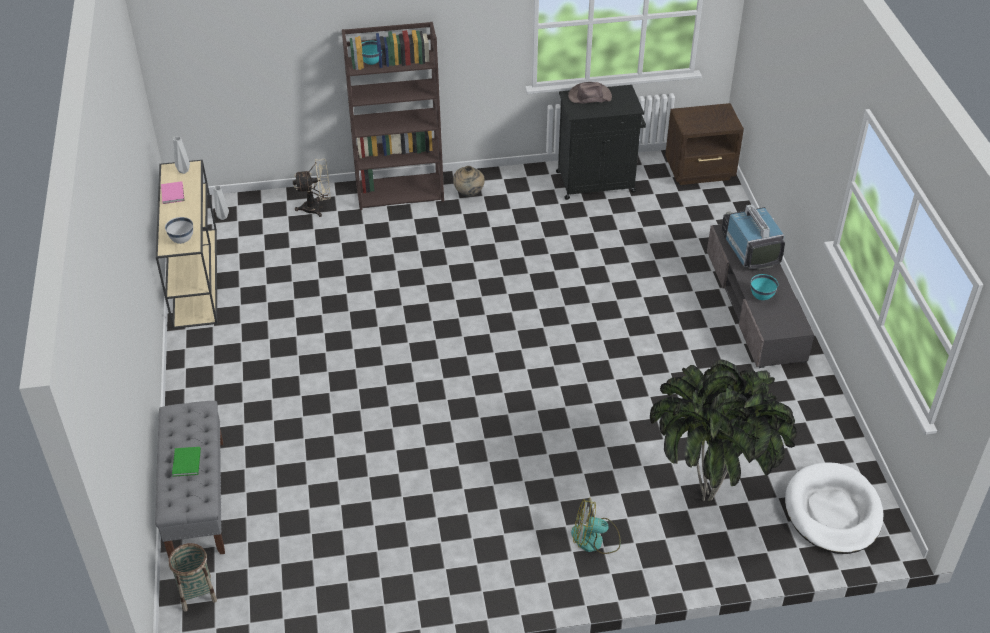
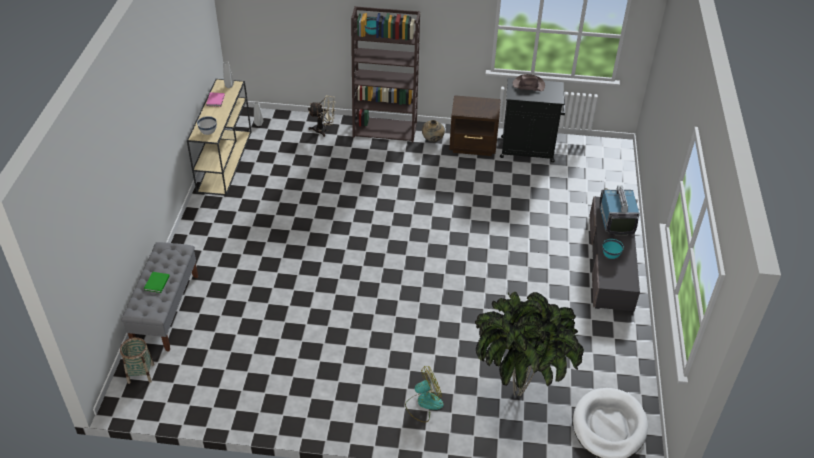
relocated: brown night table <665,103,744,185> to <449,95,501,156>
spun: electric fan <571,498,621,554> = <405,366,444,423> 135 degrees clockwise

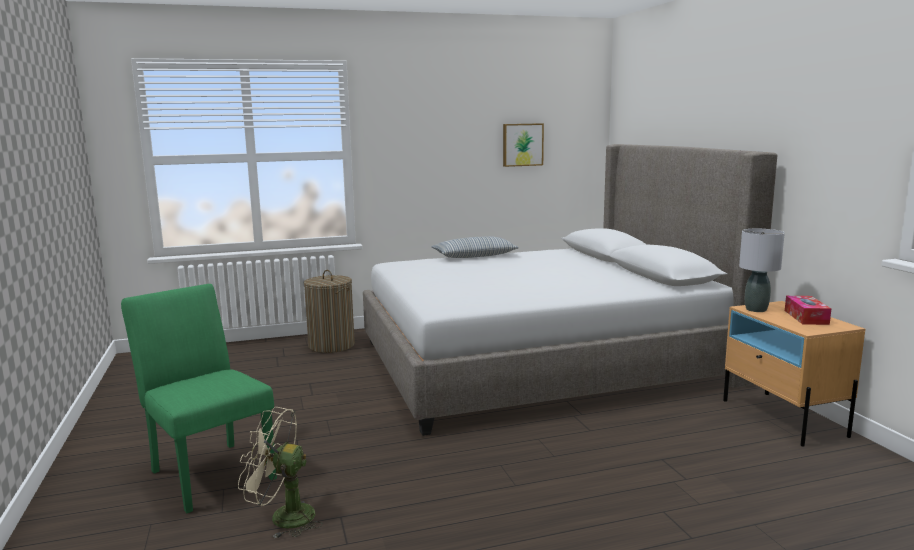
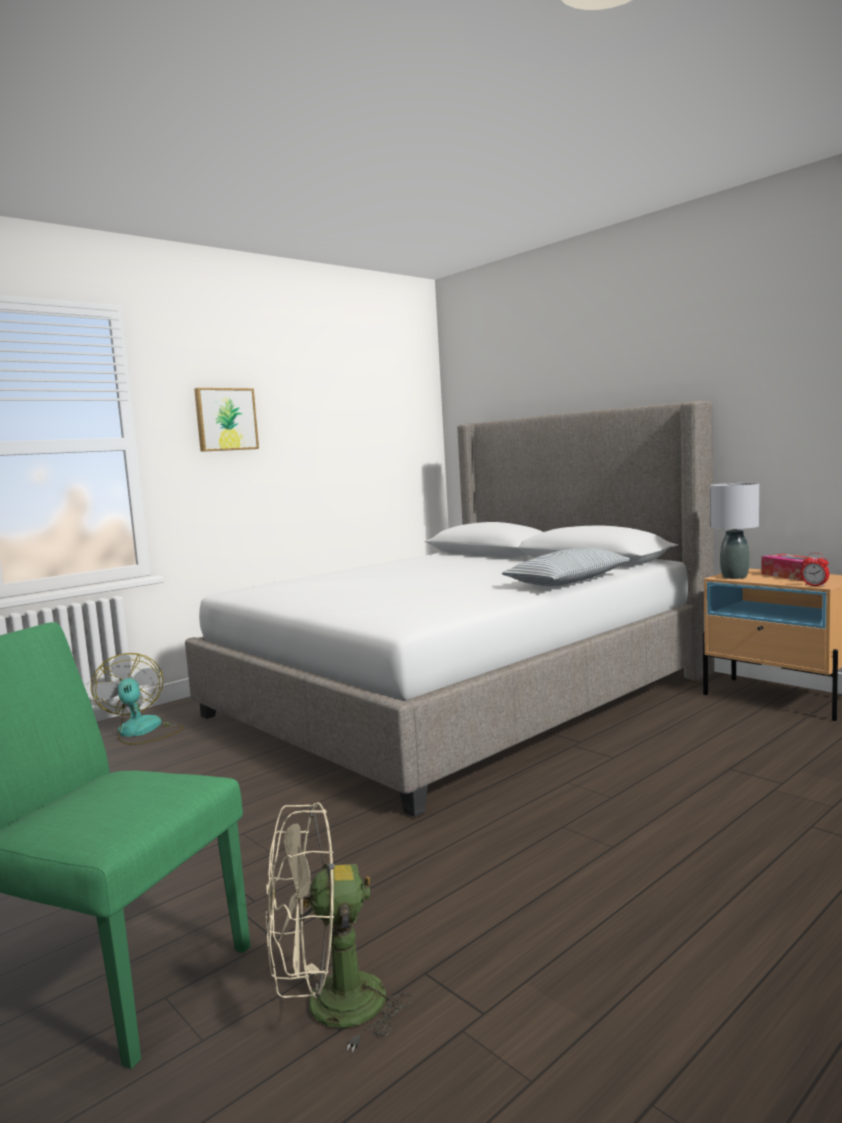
appeared: bedside clock <801,553,829,587>
relocated: wall picture <503,123,544,167> to <194,388,259,452>; pillow <432,236,519,258> to <502,547,631,586>
exchanged: hamper <304,270,355,353> to electric fan <91,653,184,745>

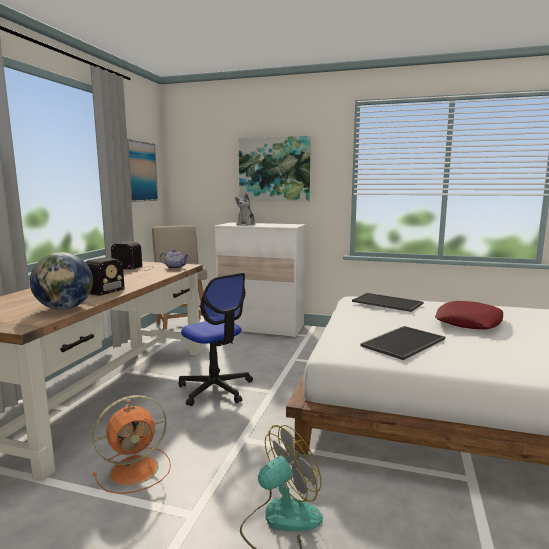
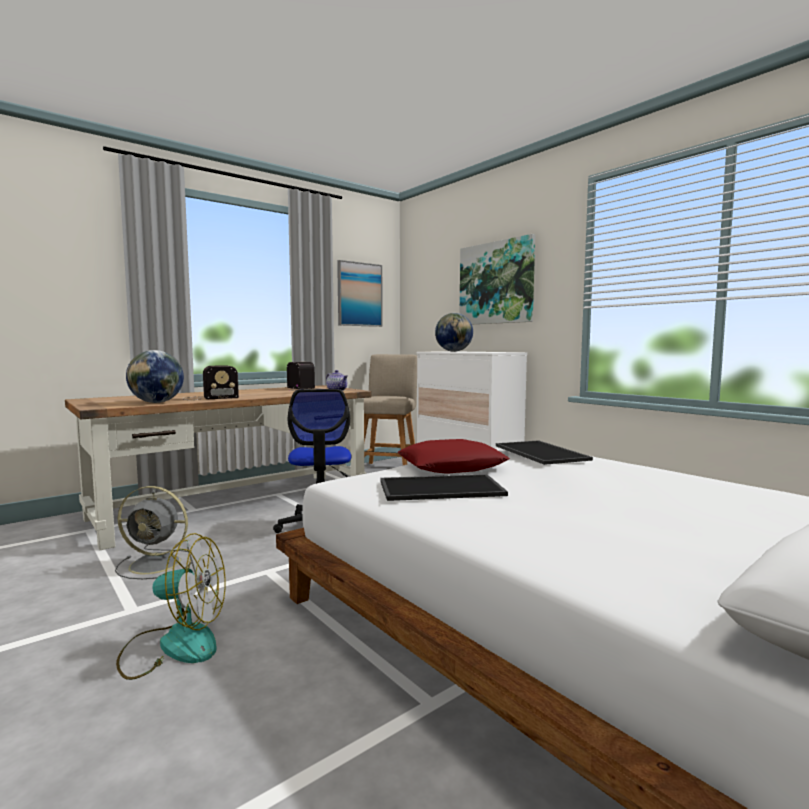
relocated: red pillow <435,301,503,329> to <397,439,510,473>
exchanged: plush toy <235,193,256,225> to desk globe <435,313,473,352>
colour: orangey electric fan <92,395,171,494> to greyish electric fan <115,486,192,579>

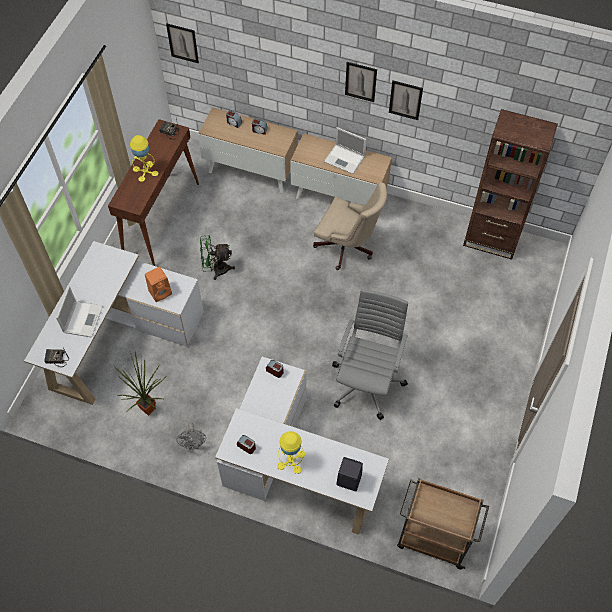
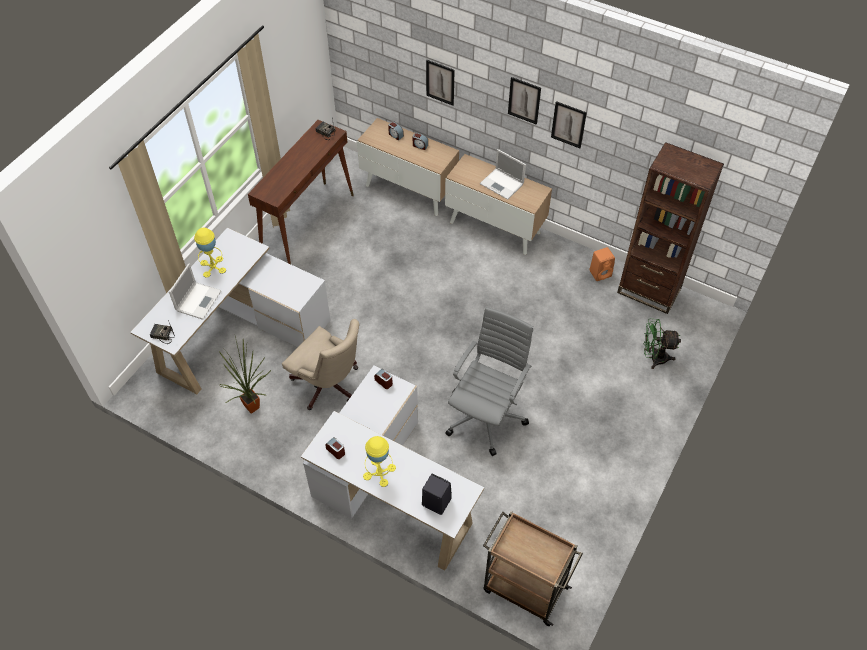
missing: greyish electric fan <177,422,206,450>
relocated: wall picture <166,24,199,63> to <426,60,455,106>; yellow tabletop lamp <130,135,158,182> to <194,228,226,278>; beige-coloured desk chair <313,182,387,270> to <282,319,360,410>; green electric fan <200,235,235,280> to <644,319,681,369>; orangey audio speaker <145,267,172,302> to <589,247,615,281>

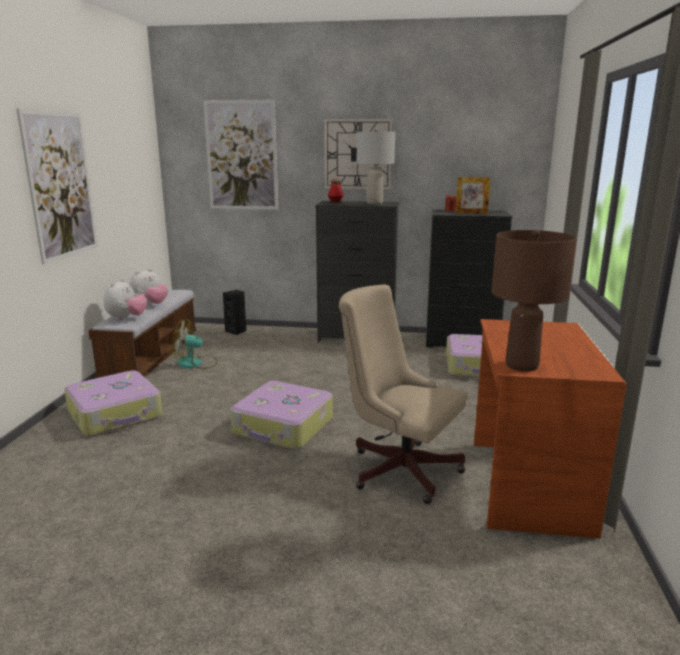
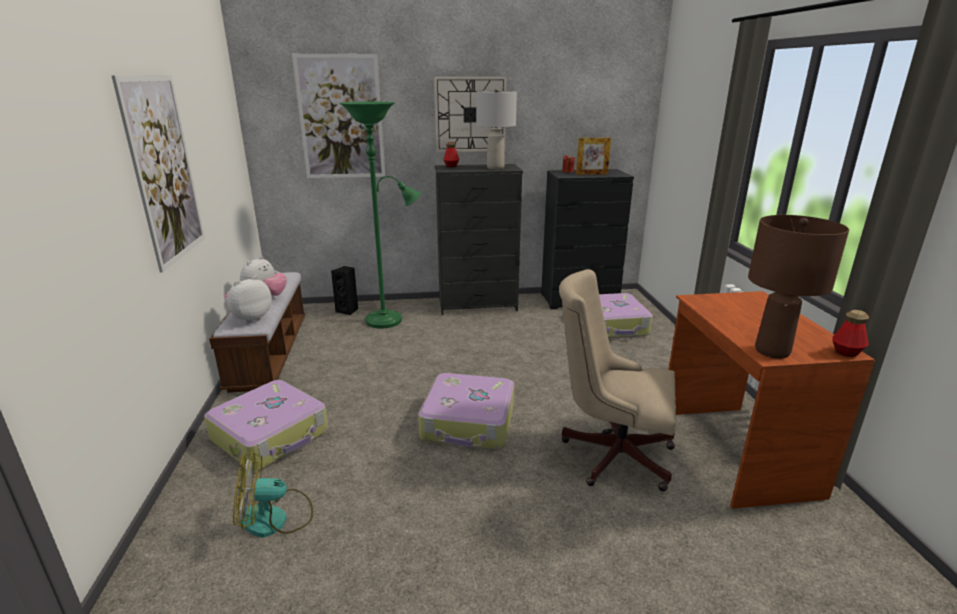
appeared: green standing lamp <340,102,421,329>; drink bottle <832,310,869,357>
relocated: electric fan <172,319,217,369> to <233,451,313,537>
spun: plush toy <104,279,147,320> = <224,276,272,324> 135 degrees counterclockwise

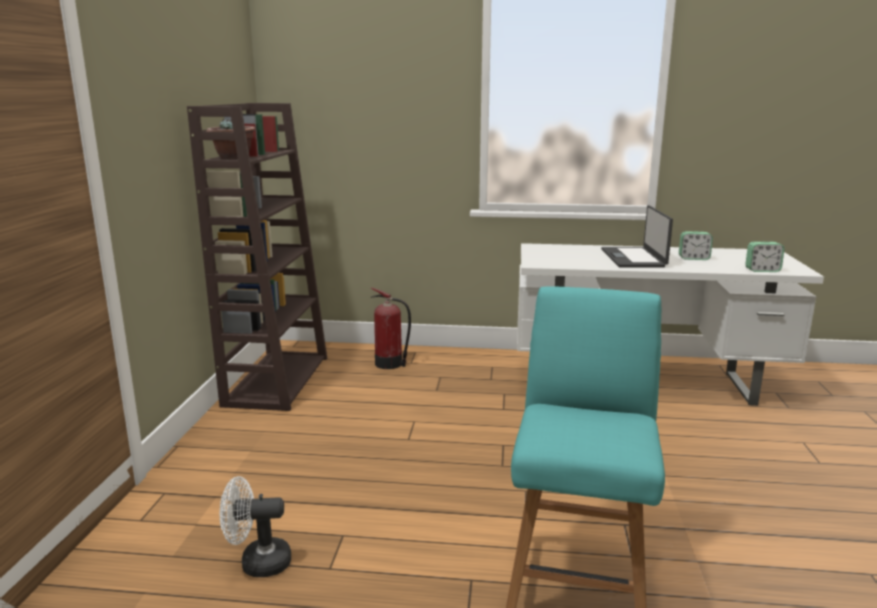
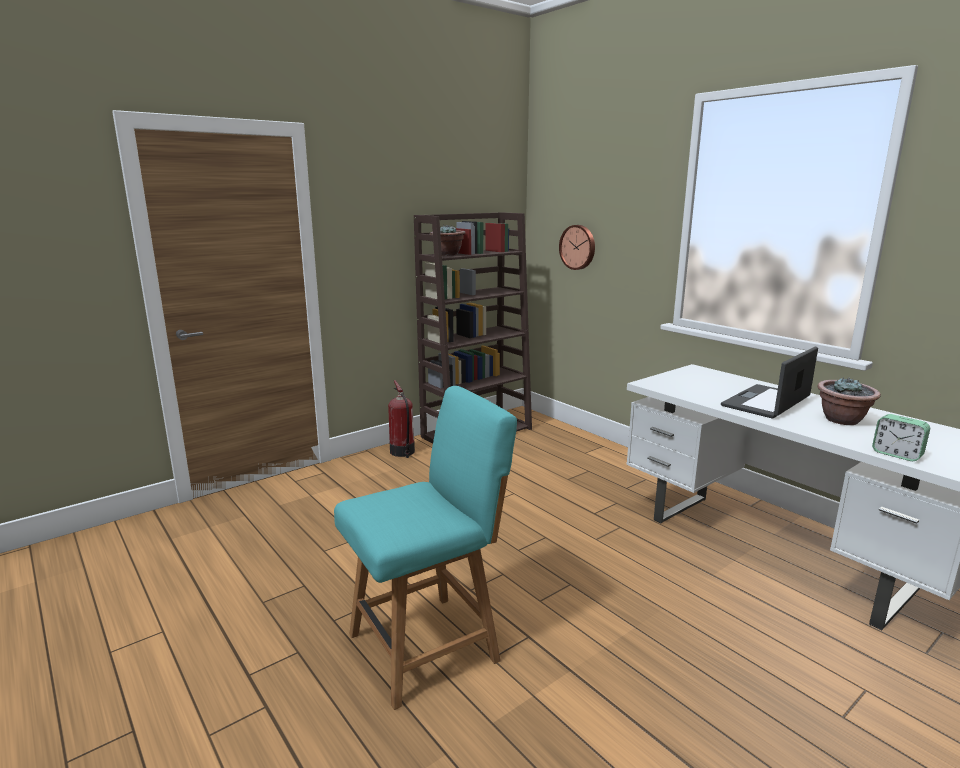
missing: whitish electric fan <220,476,291,577>
appeared: clock on the wall <559,225,595,270>
relocated: fire extinguisher <370,287,411,369> to <388,380,415,458>
exchanged: bedside clock <679,231,713,260> to plant in a pot <817,377,881,425>

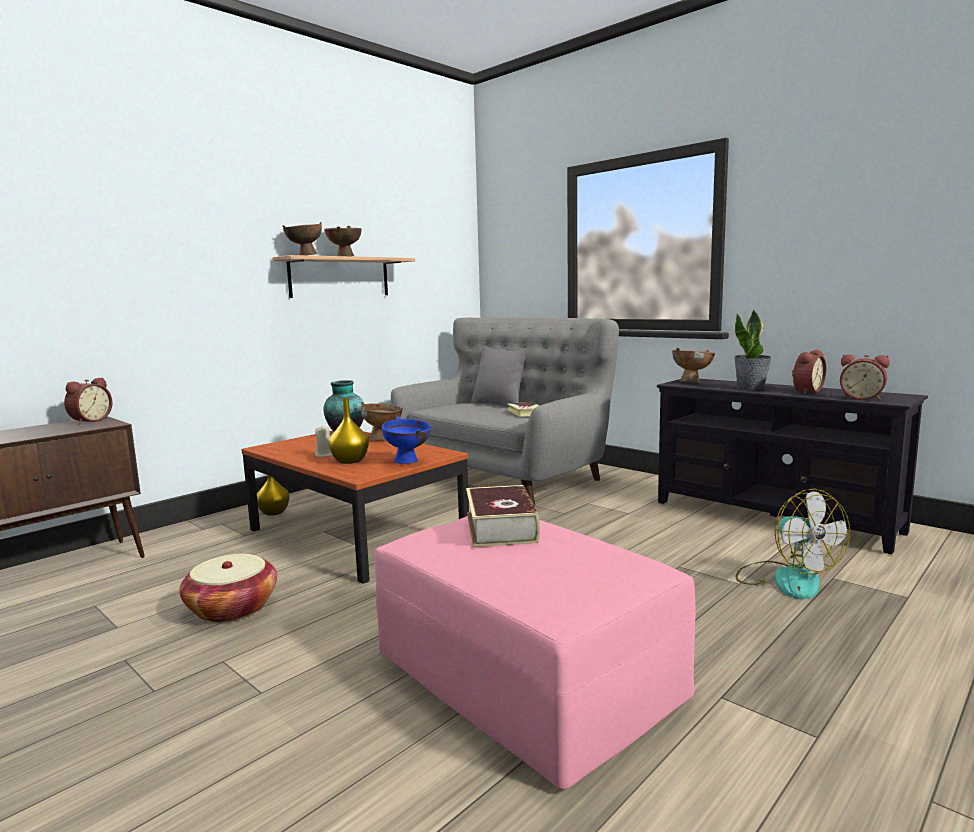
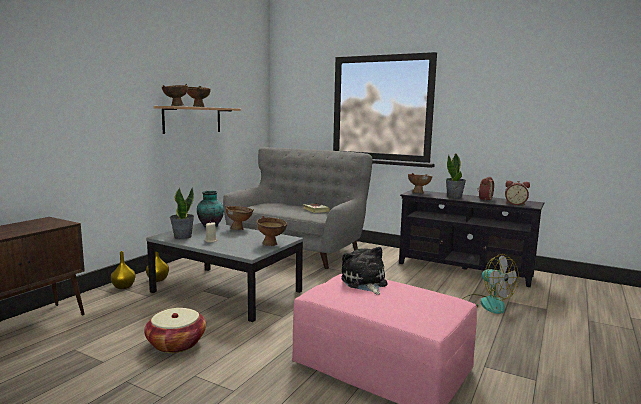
missing: greyish pillow <471,346,527,407>; bedside clock <64,377,112,424>
appeared: plant in a pot <170,187,194,239>
relocated: yellow flower vase <329,398,369,464> to <111,251,135,289>
exchanged: book <466,485,540,547> to plush toy <341,247,387,295>
colour: blue-coloured serving bowl <382,416,431,464> to brown serving bowl <256,216,287,246>; brown lounge table <241,431,469,584> to greyish lounge table <146,223,303,322>

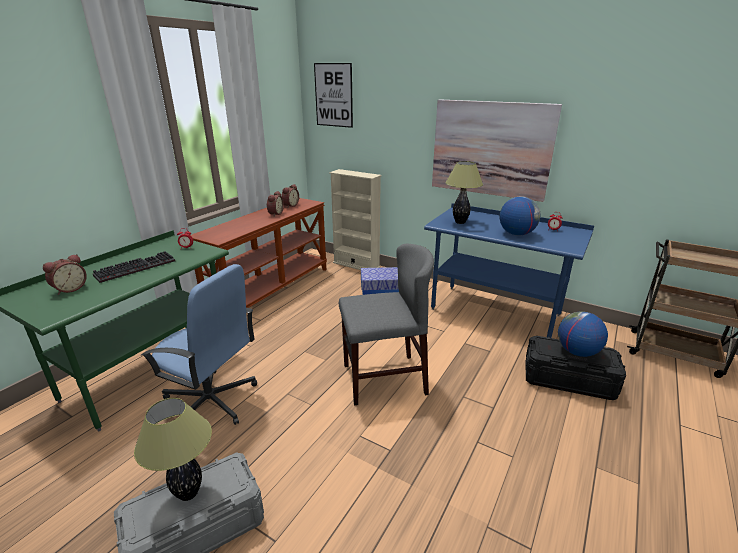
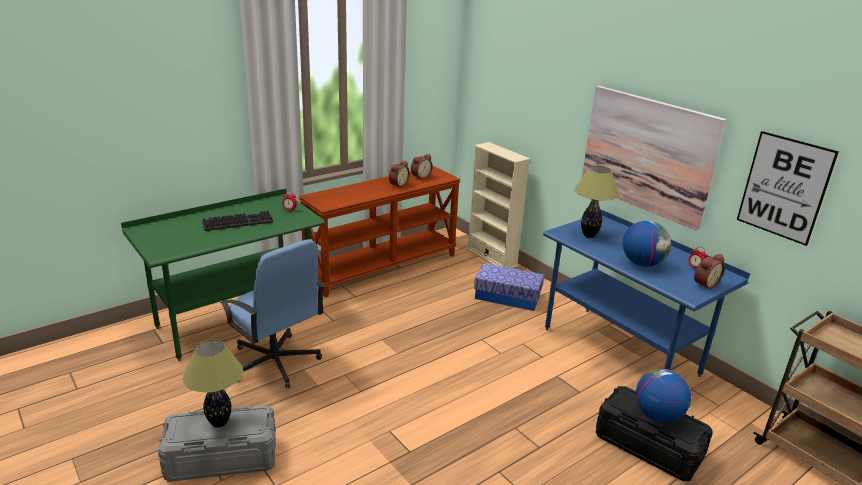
missing: greyish chair <339,244,434,405>
relocated: wall picture <314,63,353,128> to <737,131,839,246>; bedside clock <43,254,87,295> to <694,254,725,289>

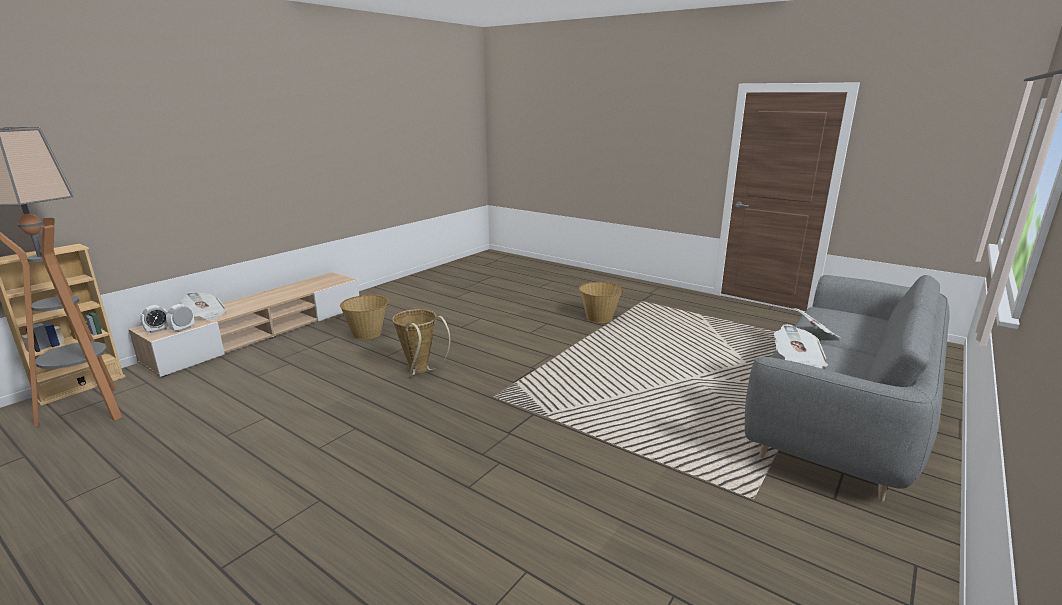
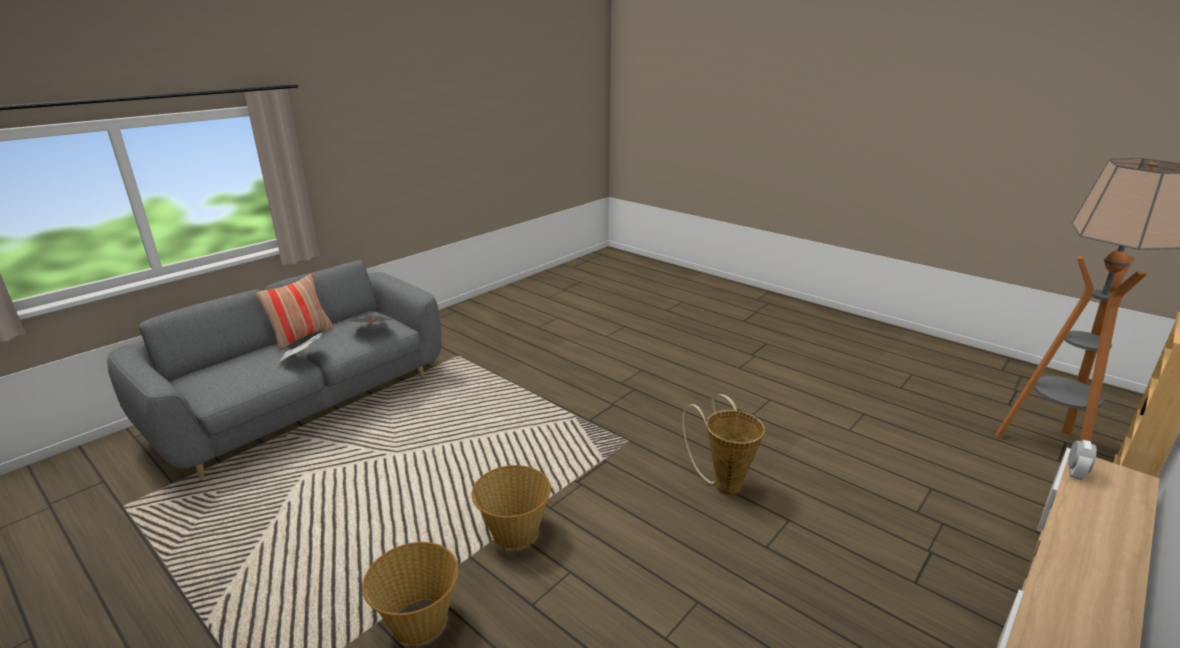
missing: daily paper <180,292,227,321>; bedside clock <140,305,168,333>
appeared: pillow <256,274,333,350>
relocated: basket <340,295,389,339> to <472,465,551,549>

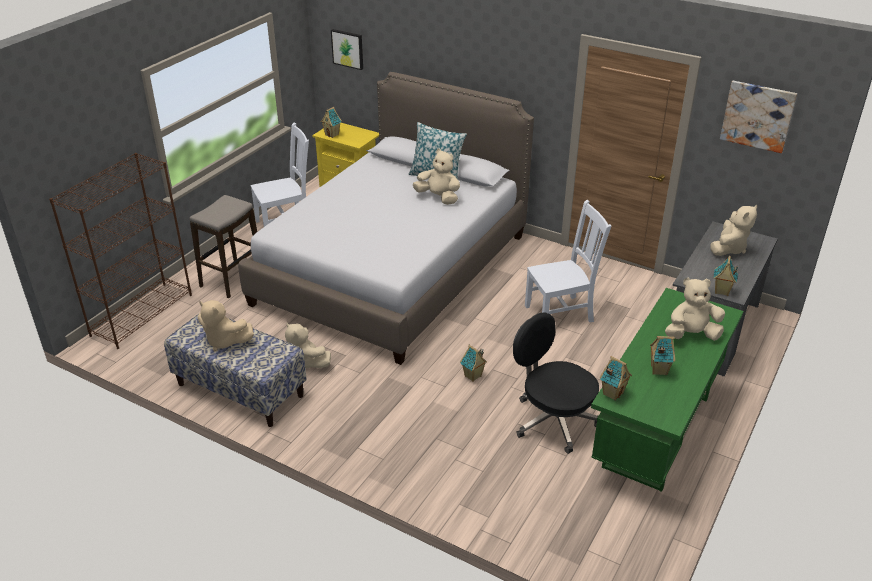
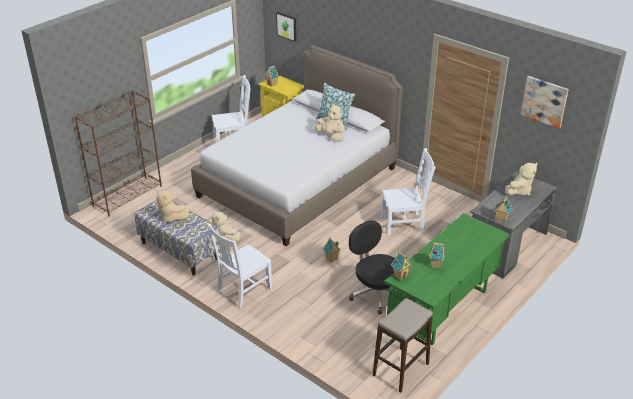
missing: beige-coloured plush toy <665,278,725,341>
appeared: whitish chair <207,223,272,309>
relocated: stool <190,195,257,298> to <373,298,433,393>

